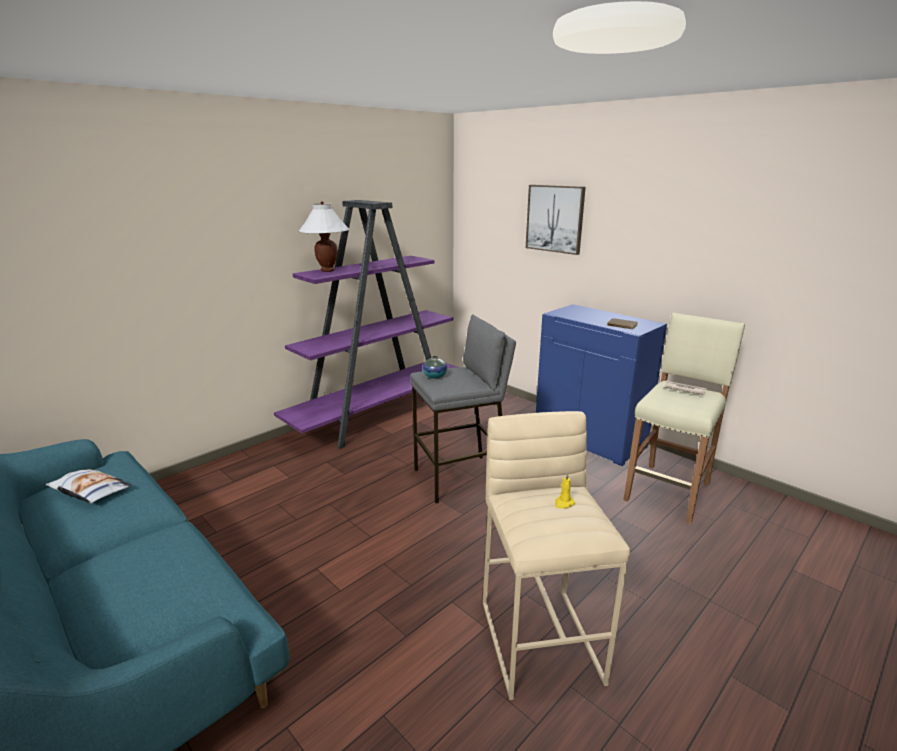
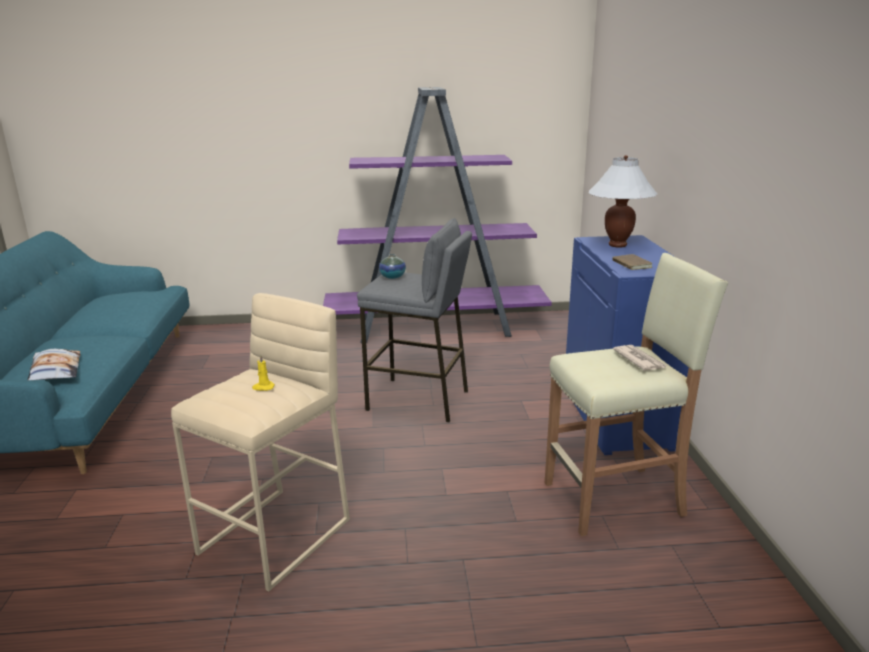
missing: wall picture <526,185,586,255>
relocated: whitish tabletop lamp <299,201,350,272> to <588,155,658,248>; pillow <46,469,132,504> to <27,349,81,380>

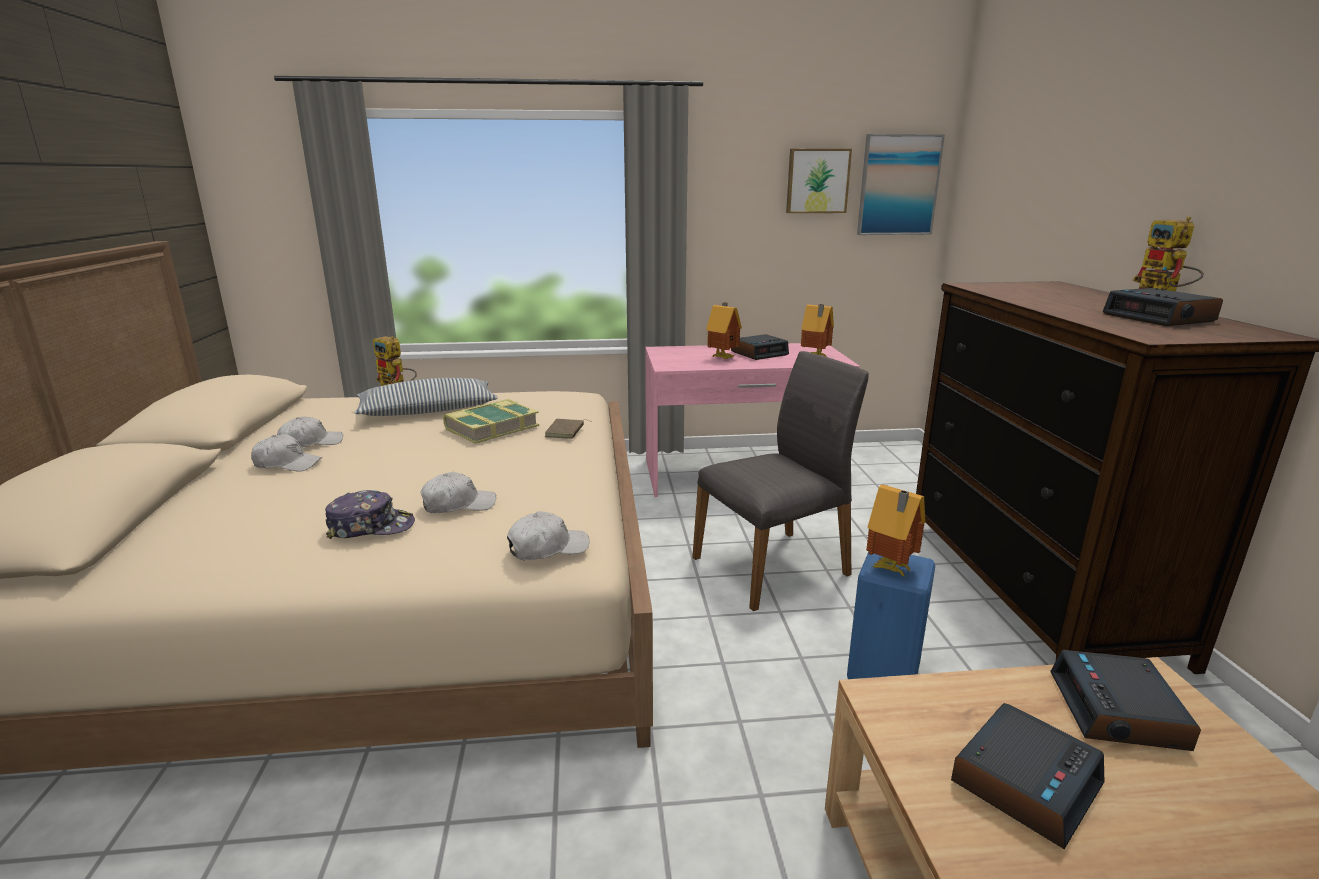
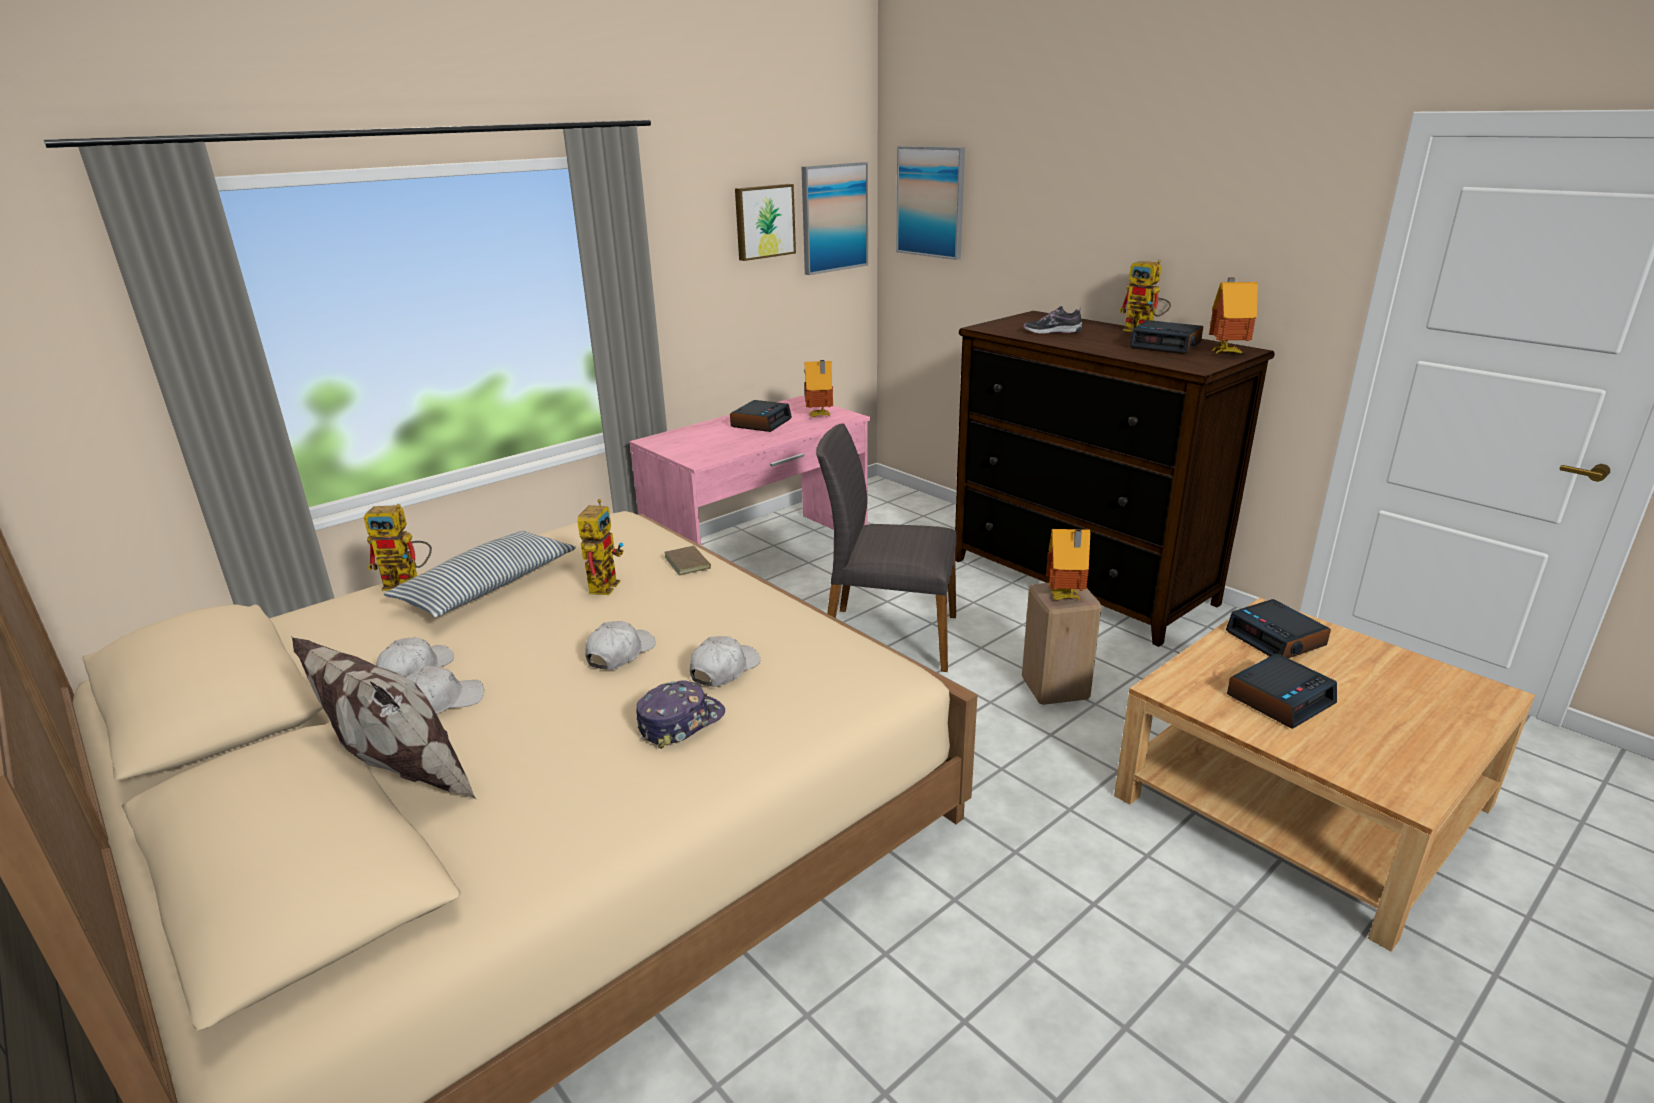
appeared: wall picture <896,146,965,260>; item of footwear <1024,306,1082,334>; pillow <292,637,477,800>
relocated: miniature house <706,302,742,359> to <1209,277,1258,355>; whitish baseball cap <507,511,590,560> to <585,621,656,670>
exchanged: book <443,399,539,444> to robot figure <577,499,624,595>
colour: blue-coloured stool <847,552,935,679> to beige-coloured stool <1022,583,1101,705>
spun: greyish chair <692,351,869,611> = <816,424,956,672> 105 degrees counterclockwise; bedside clock <951,703,1104,849> = <1227,654,1337,729> 45 degrees clockwise

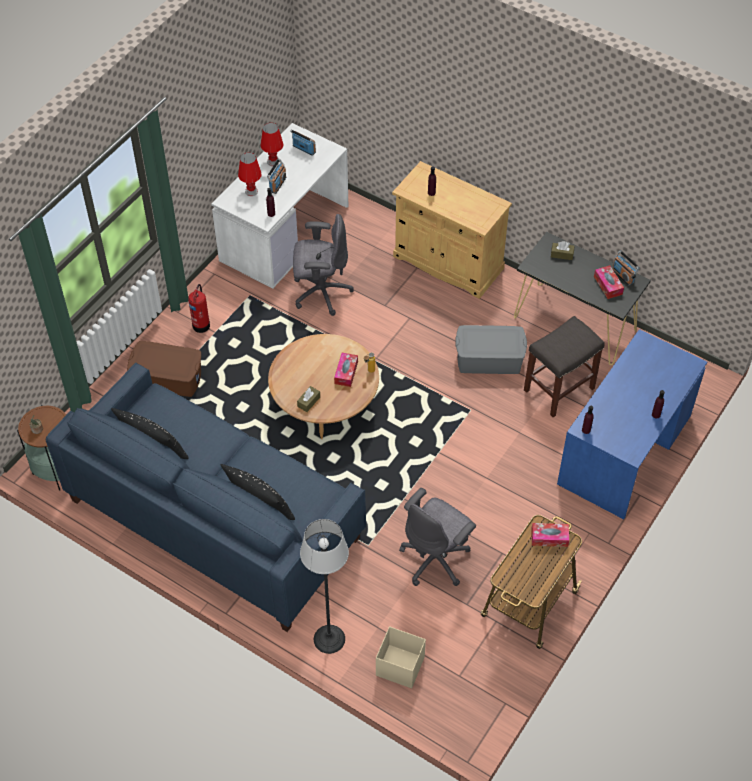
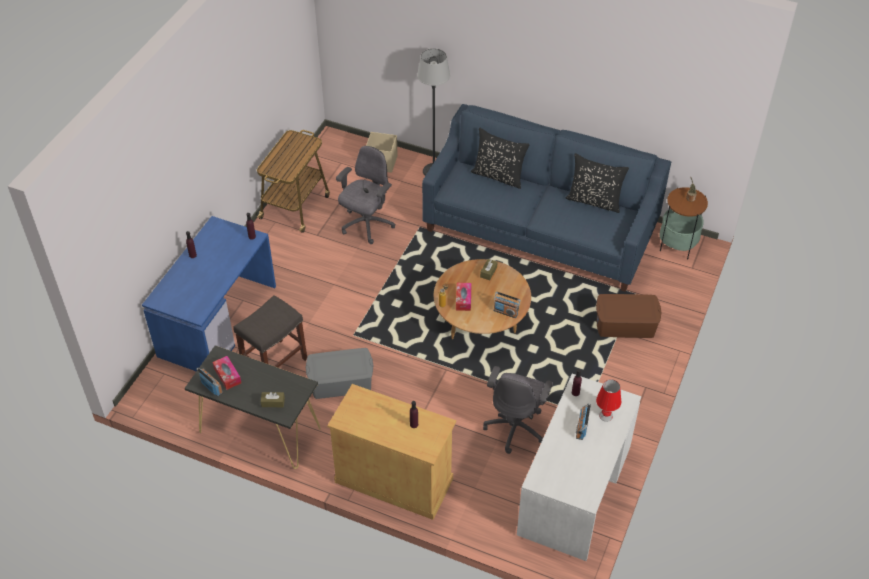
missing: red tabletop lamp <261,123,283,166>; fire extinguisher <188,284,210,333>; box of tissues <531,523,569,547>
relocated: radio set <290,130,316,156> to <494,292,520,318>
spun: greyish desk chair <293,214,354,316> = <483,366,553,454> 60 degrees counterclockwise

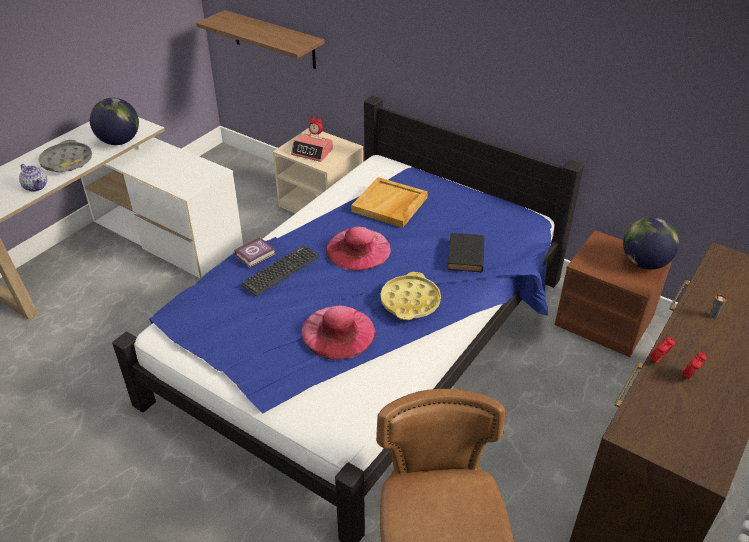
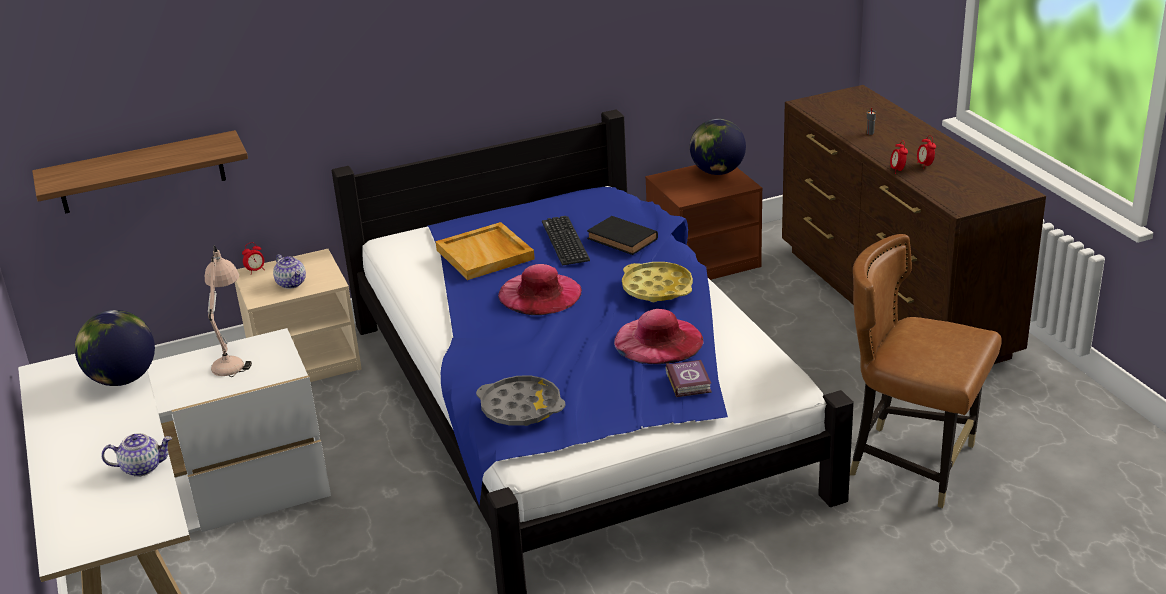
appeared: beige-coloured tabletop lamp <205,245,252,377>
relocated: greyish tray <38,140,92,172> to <476,376,565,426>; book <234,237,276,268> to <666,360,712,397>; keyboard <240,245,320,296> to <542,216,590,265>
exchanged: bedside clock <291,133,333,162> to pot for tea <273,254,306,289>

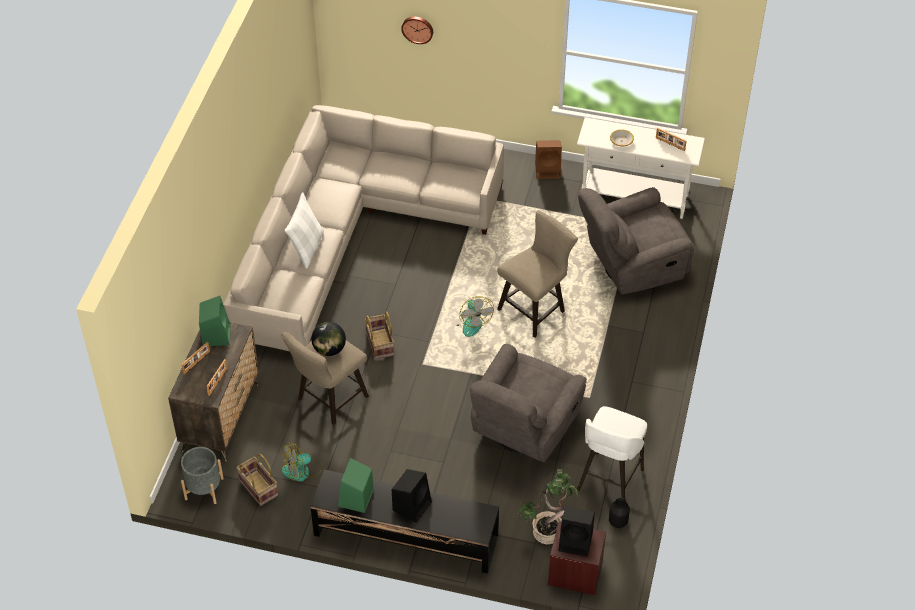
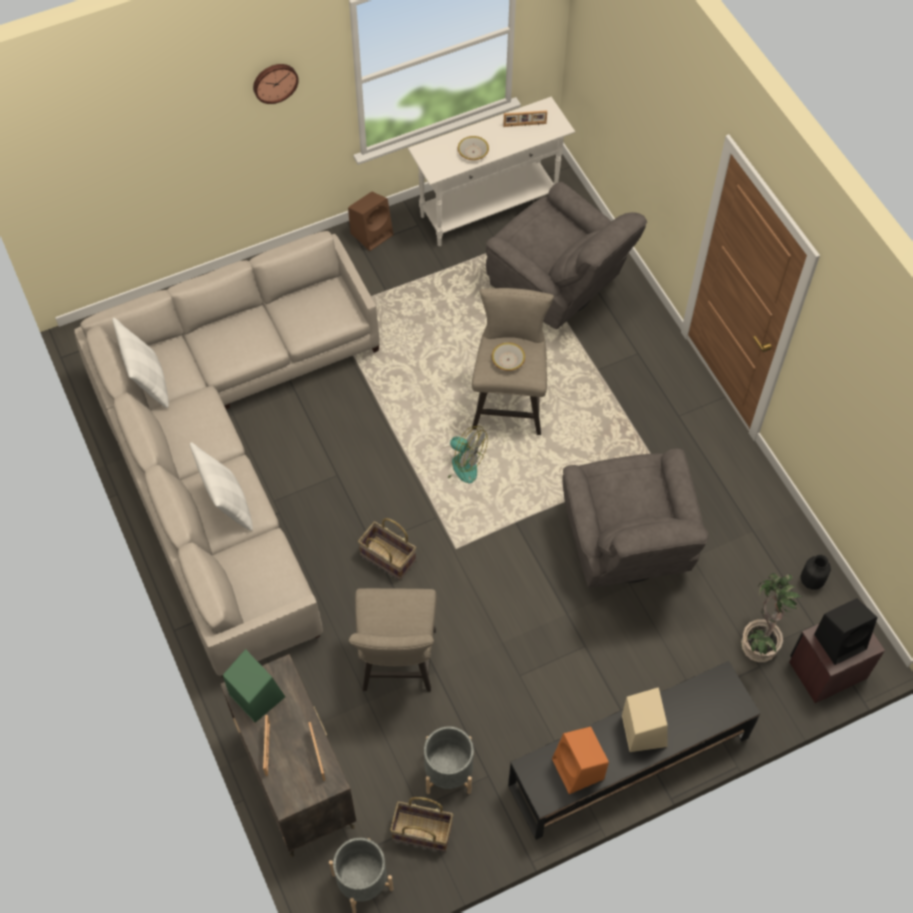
missing: desk globe <311,322,346,356>; whitish stool <577,406,647,499>
appeared: whitish pillow <112,318,169,408>; serving bowl <492,342,525,371>
relocated: clock on the wall <401,17,433,44> to <253,64,299,104>
exchanged: electric fan <282,442,322,481> to greyish flower pot <424,726,474,794>
colour: green audio speaker <338,458,374,513> to orangey audio speaker <552,726,609,794>; black audio speaker <392,469,432,523> to beige-coloured audio speaker <622,687,668,752>
spun: greyish armchair <578,187,694,294> = <486,182,647,329> 75 degrees counterclockwise

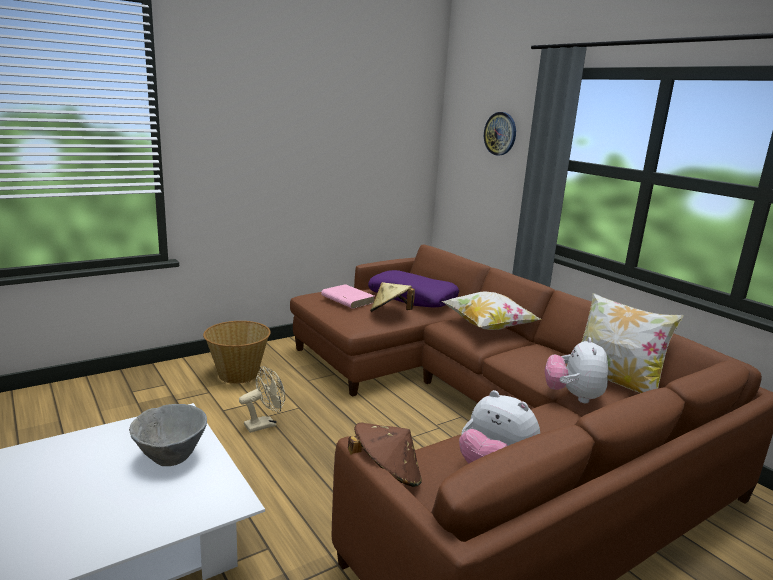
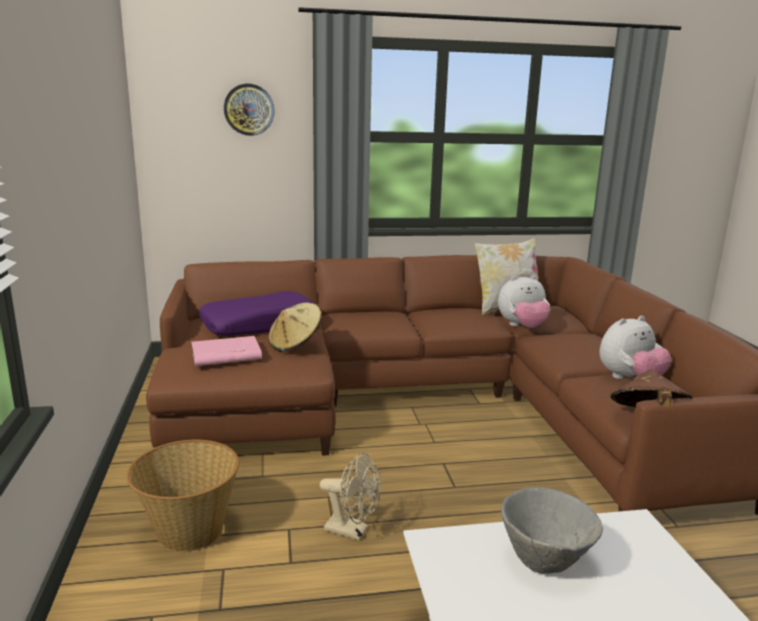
missing: pillow <442,291,540,330>
spun: plush toy <545,337,608,403> = <498,275,551,328> 45 degrees counterclockwise; beige-coloured electric fan <239,366,285,433> = <320,453,381,540> 120 degrees clockwise

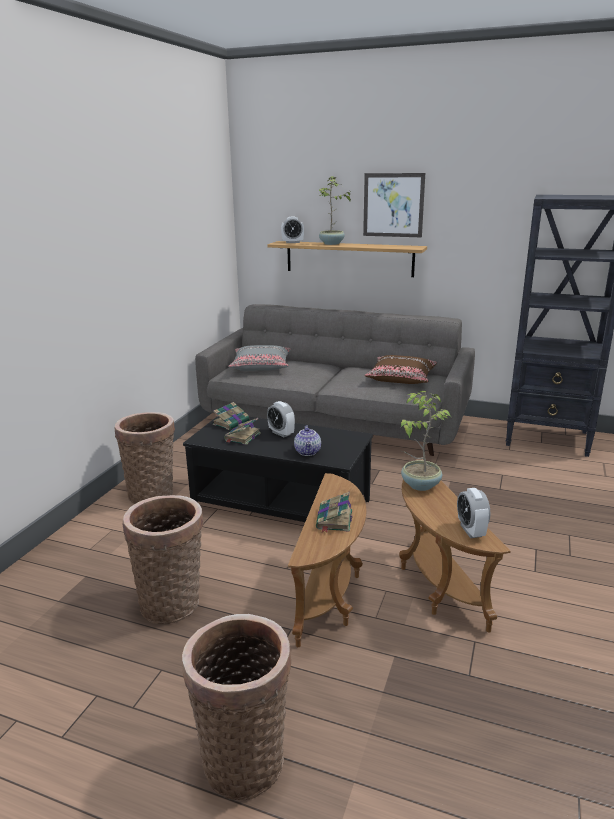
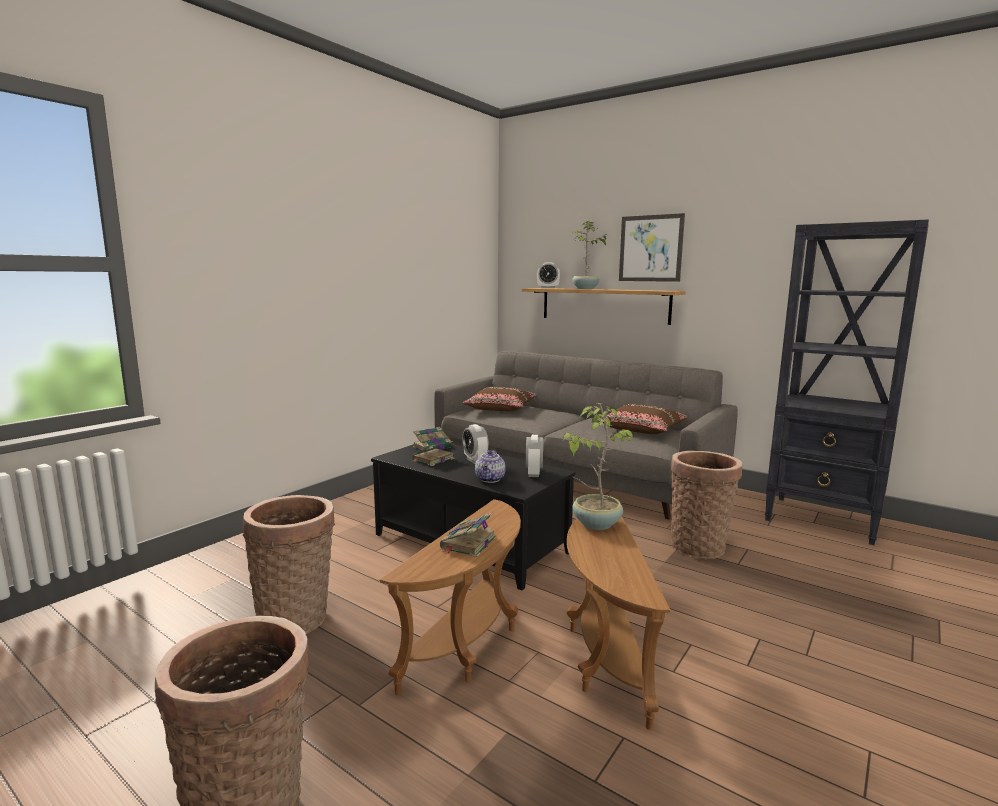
relocated: basket <114,412,175,504> to <671,451,742,560>; bedside clock <457,488,490,538> to <526,435,543,477>
colour: greyish pillow <228,345,291,371> to brown pillow <463,387,536,411>

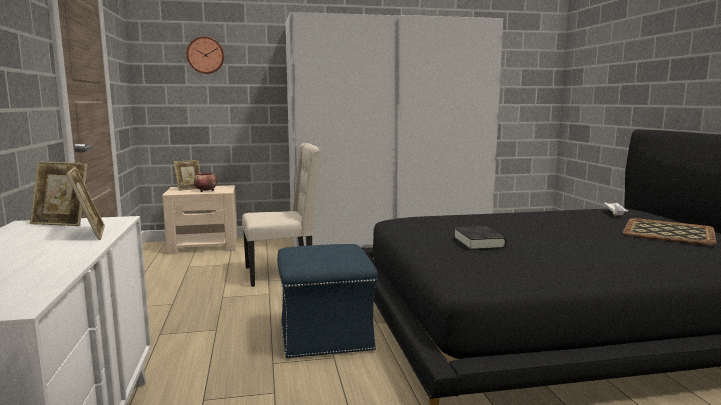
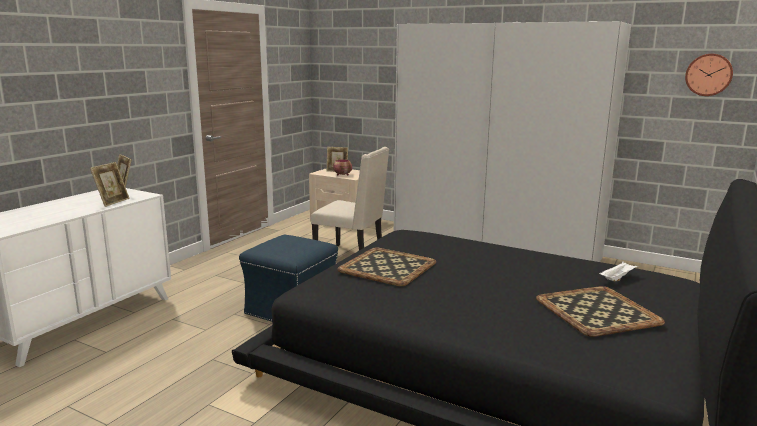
relocated: clock on the wall <187,36,224,74> to <685,54,733,96>
exchanged: black book <453,226,507,250> to tray <338,248,436,286>

